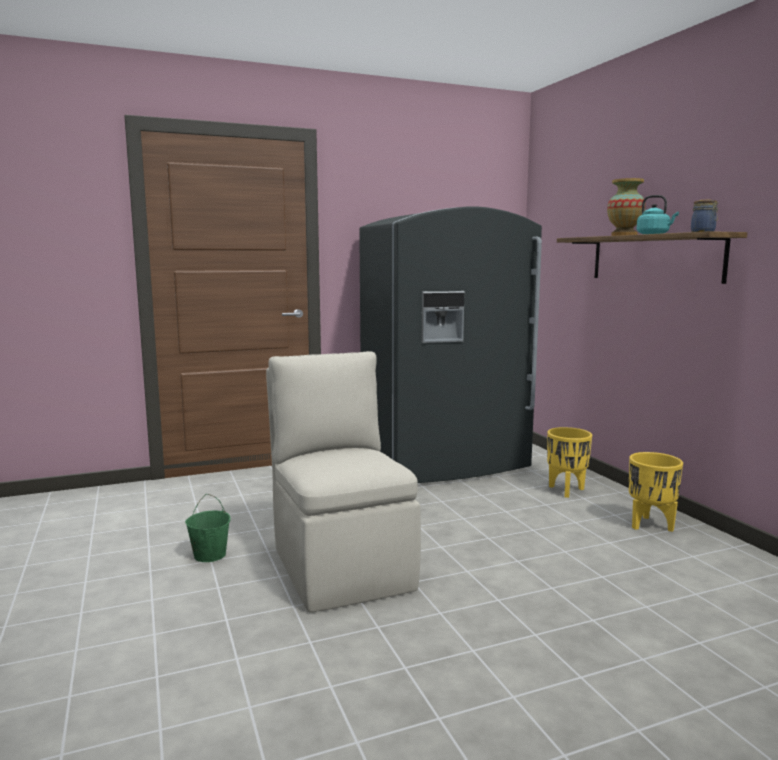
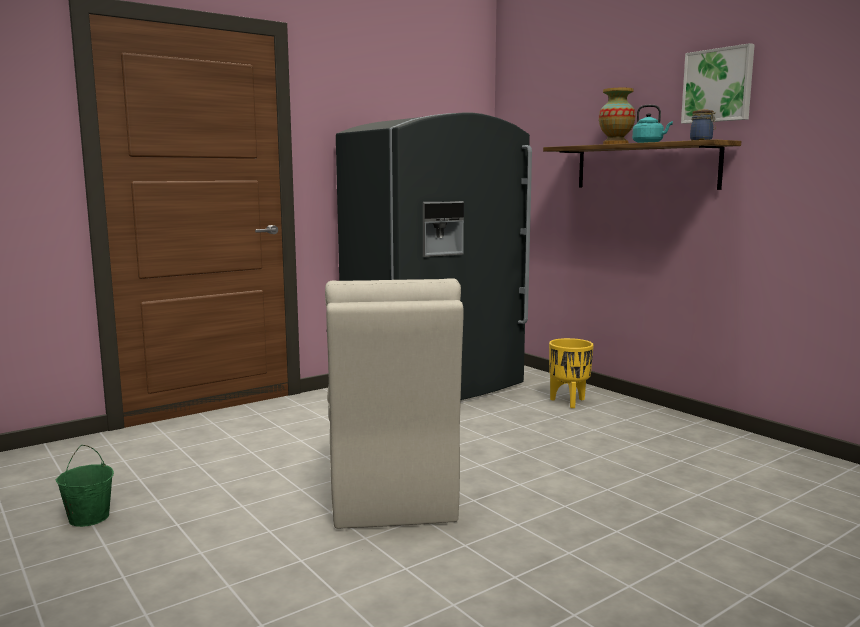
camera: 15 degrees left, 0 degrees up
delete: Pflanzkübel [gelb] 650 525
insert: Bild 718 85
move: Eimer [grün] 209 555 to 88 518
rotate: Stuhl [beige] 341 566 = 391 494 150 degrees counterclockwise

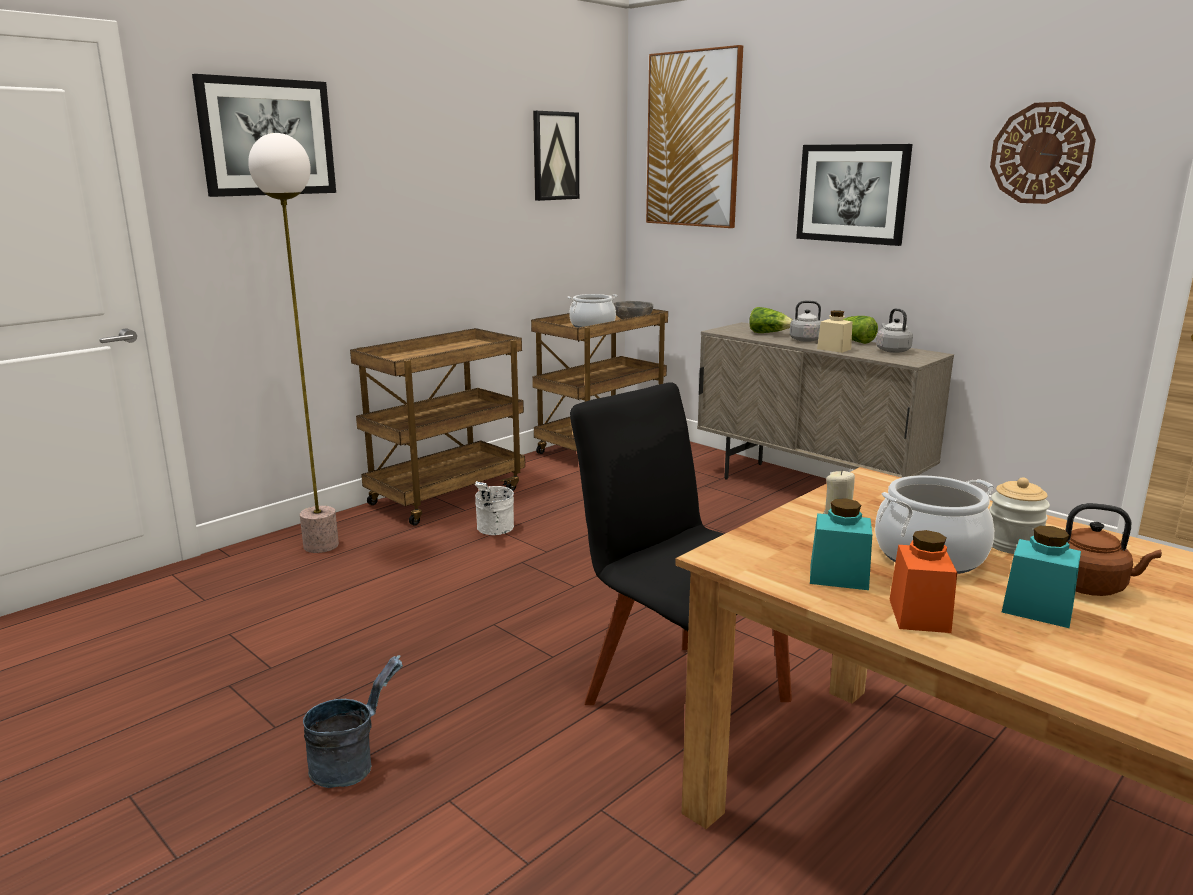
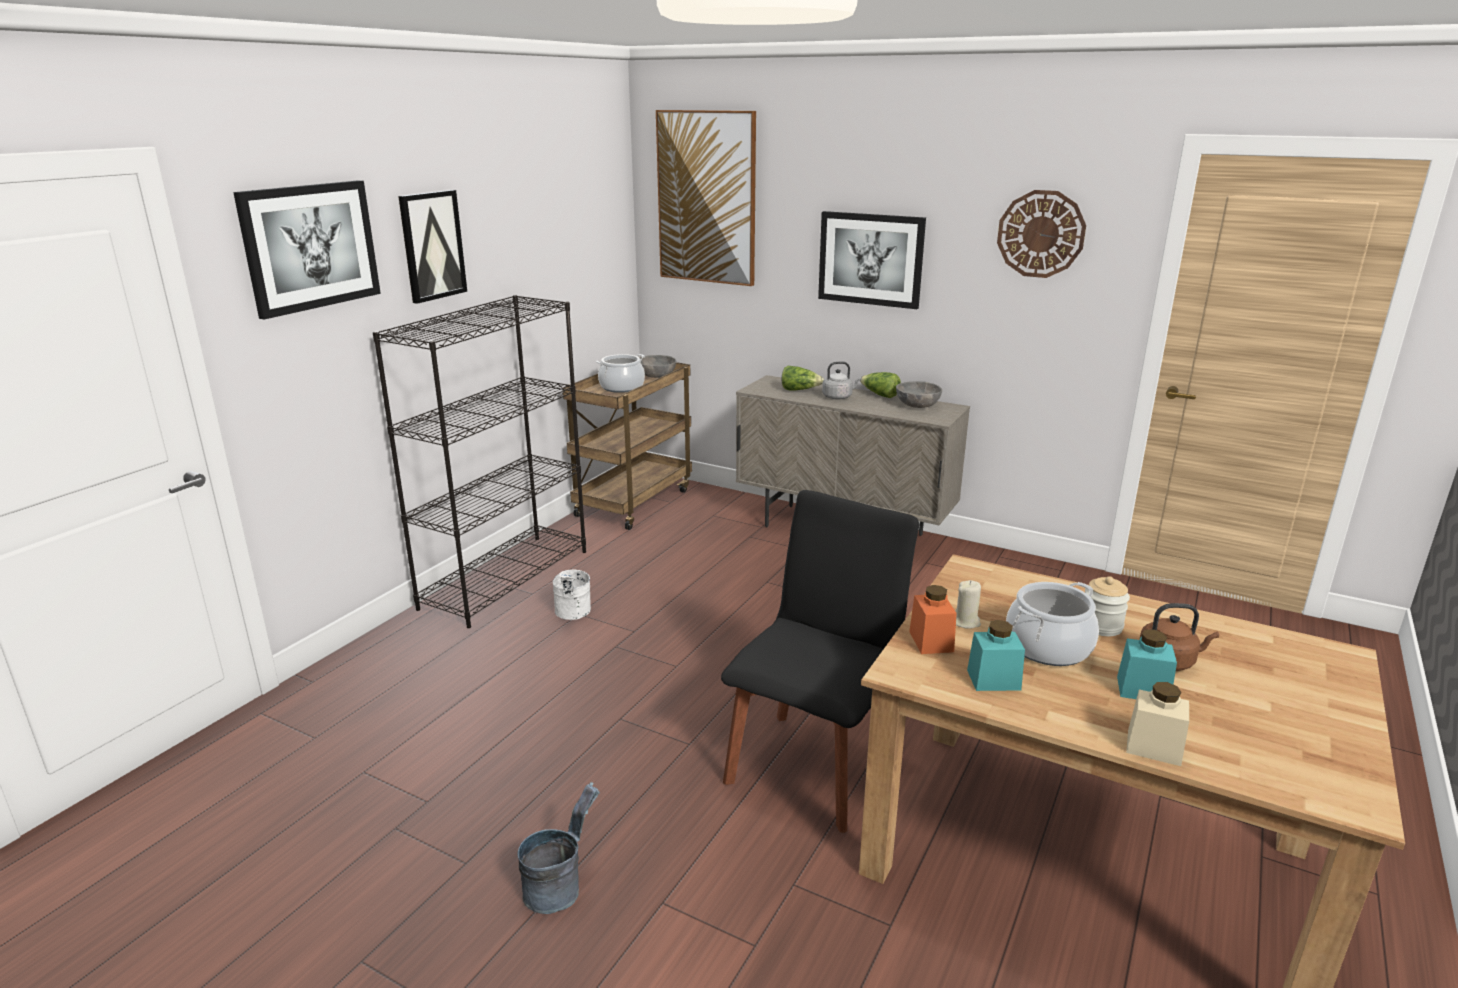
camera: 15 degrees left, 5 degrees up
delete: Stehlampe 321 545
move: Bild 555 156 to 432 245; Vorratsglas [orange] 919 615 to 931 641; Vorratsglas [beige] 834 349 to 1153 747
replace: Rollwagen [braun] 447 495 to Bücherregal [schwarz] 506 578; Wasserkessel [grau] 891 350 to Schüssel [grau] 917 405
rotate: Stuhl [schwarz] 680 696 = 815 764 90 degrees clockwise

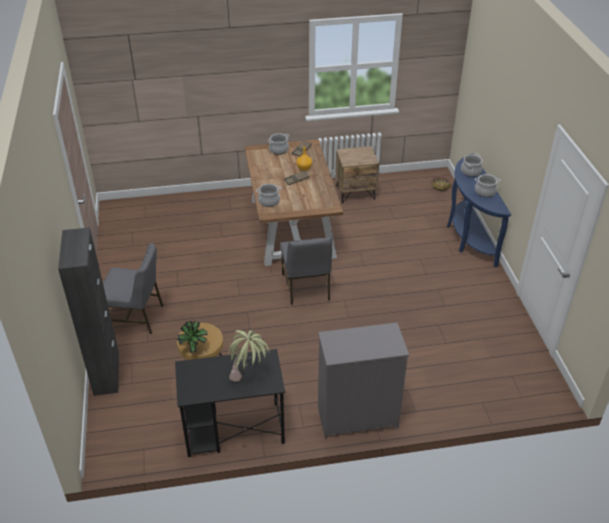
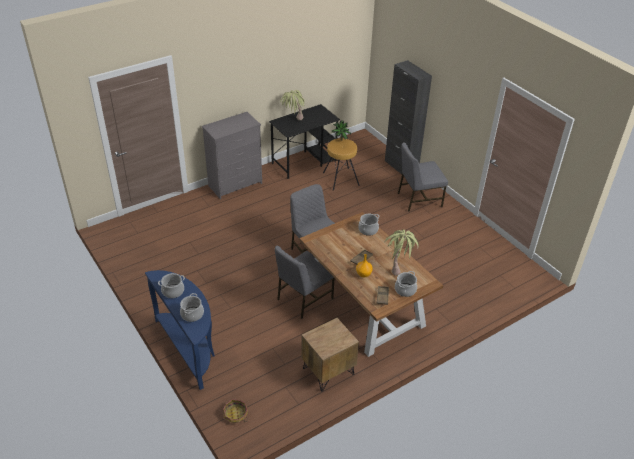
camera: 155 degrees right, 0 degrees up
insert: Stuhl [grau] 303 298; Topfpflanze 399 267

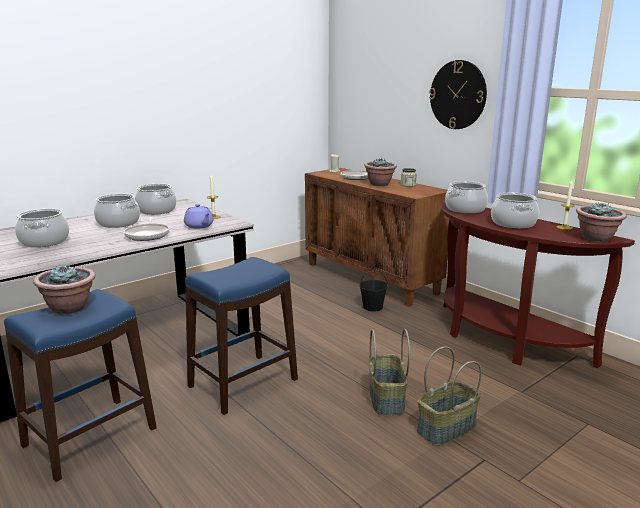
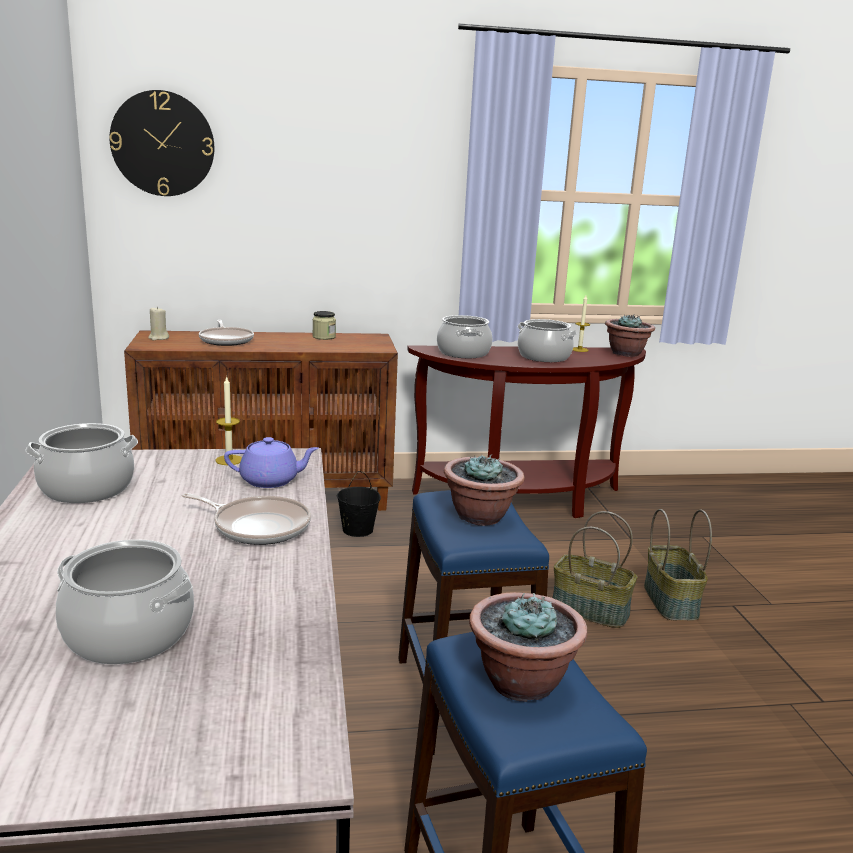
camera: 60 degrees left, 0 degrees up
delete: Kochtopf 118 223
move: Wanduhr 458 95 to 163 144; Topfpflanze 379 184 to 480 516

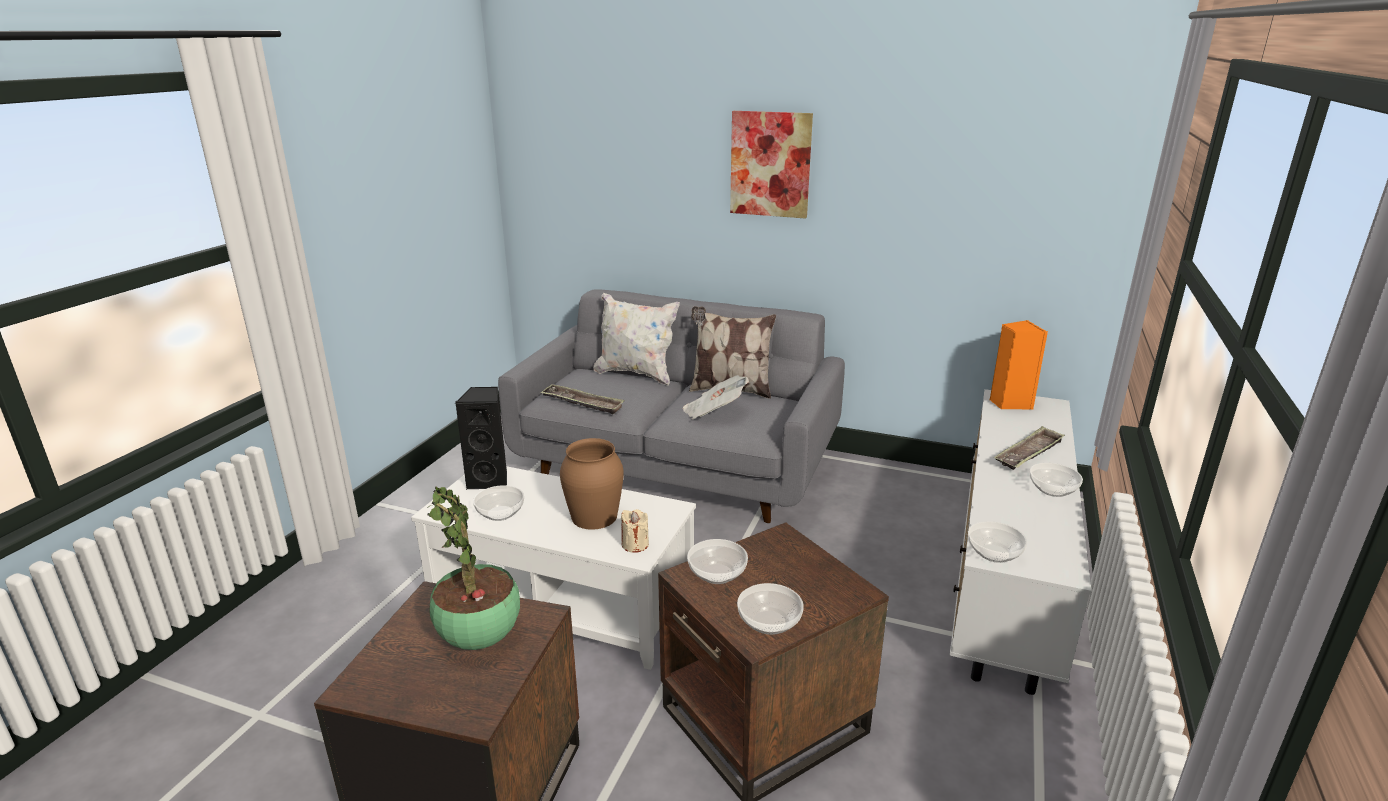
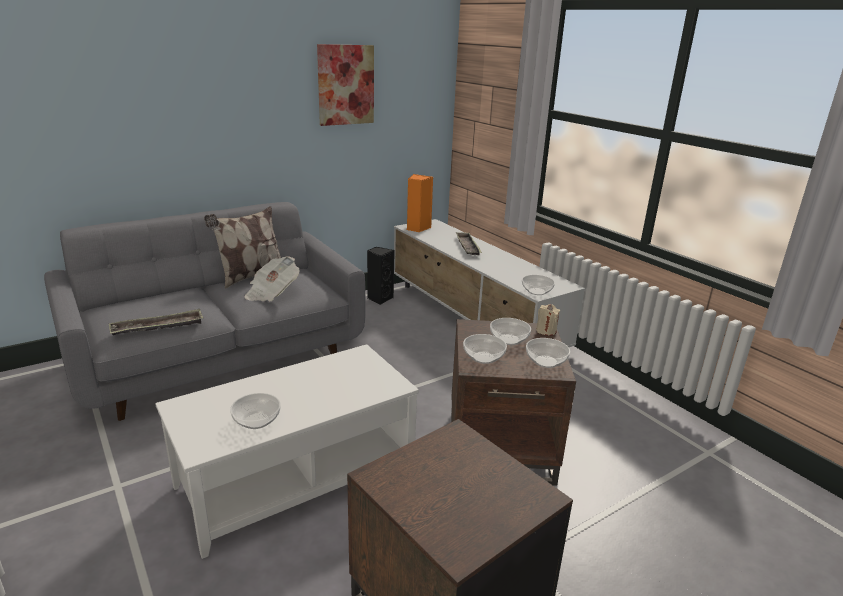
camera: 55 degrees left, 0 degrees up
delete: Topfpflanze 481 640; Vase [braun] 594 516; Kissen [weiß] 636 374
move: Bild 770 164 to 345 85; Lautsprecher [schwarz] 490 480 to 379 298; Schüssel 1052 490 to 509 340; Kerze [beige] 635 544 to 546 331

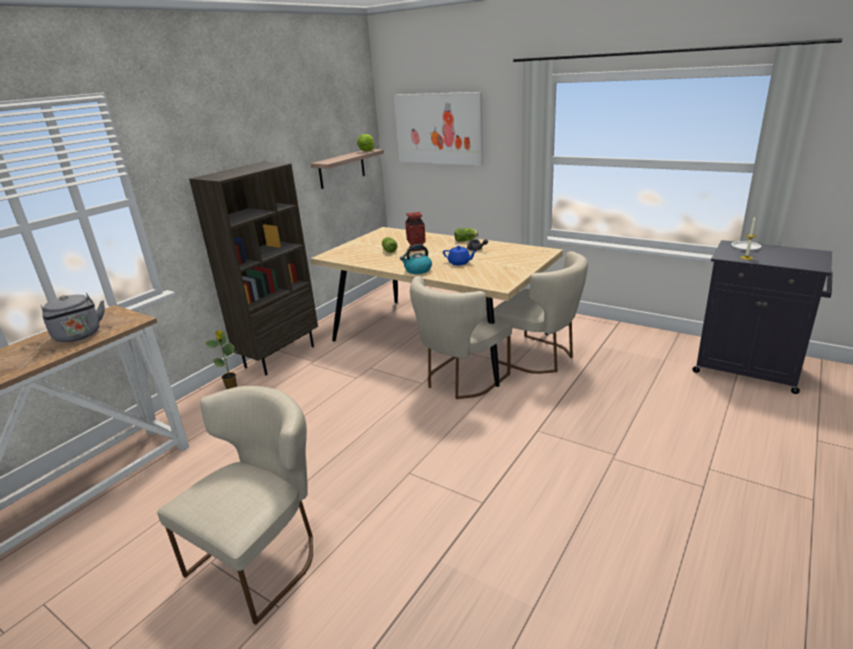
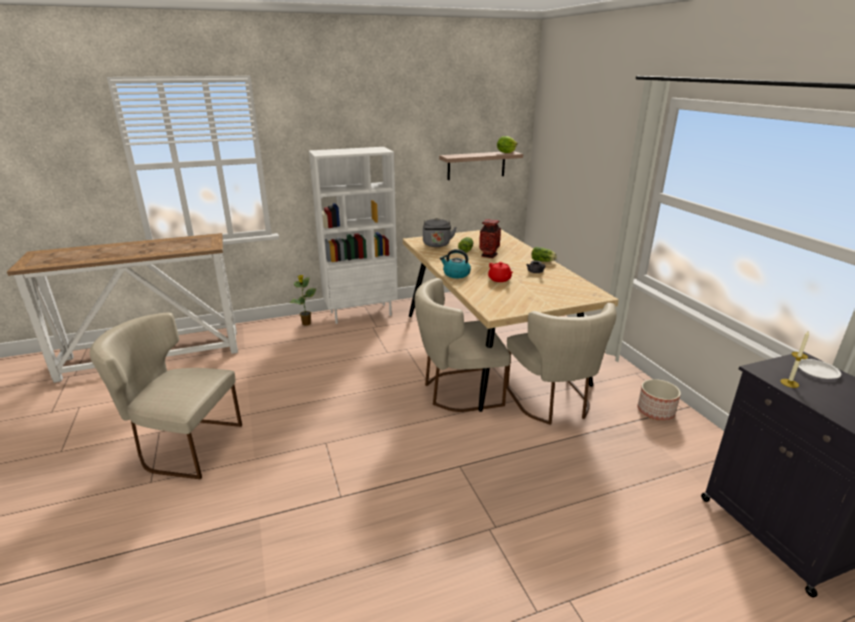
camera: 35 degrees right, 0 degrees up
delete: Bild 438 128
insert: Pflanzkübel 656 412
move: Wasserkessel [grau] 79 336 to 437 245
recolor: Bücherregal [braun] 280 356 to Bücherregal [weiß] 361 313; Teekanne [blau] 459 263 to Teekanne [rot] 499 279
rotate: Stuhl [beige] 263 557 = 182 446 150 degrees counterclockwise

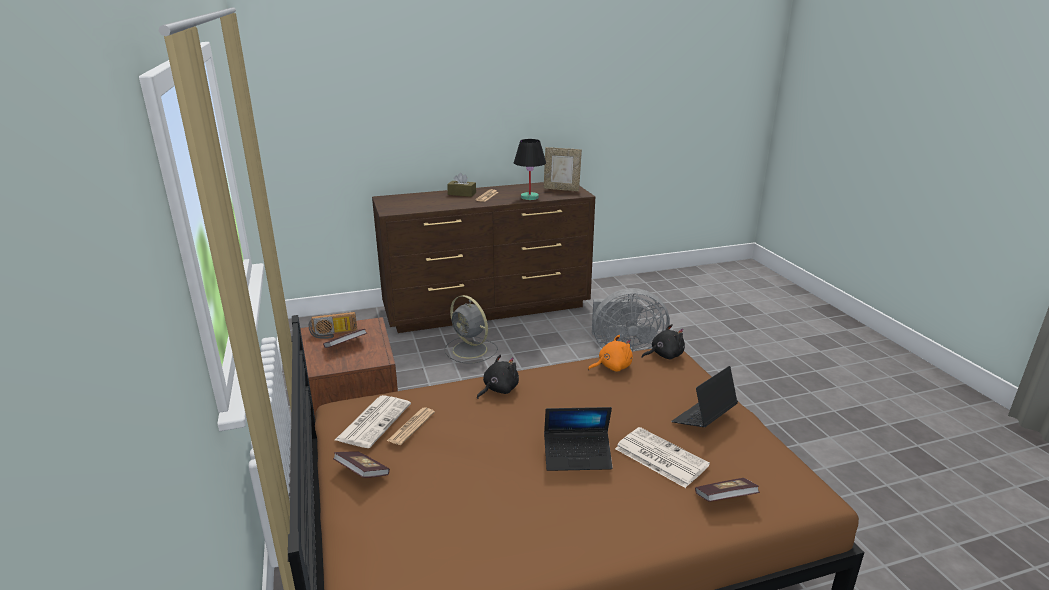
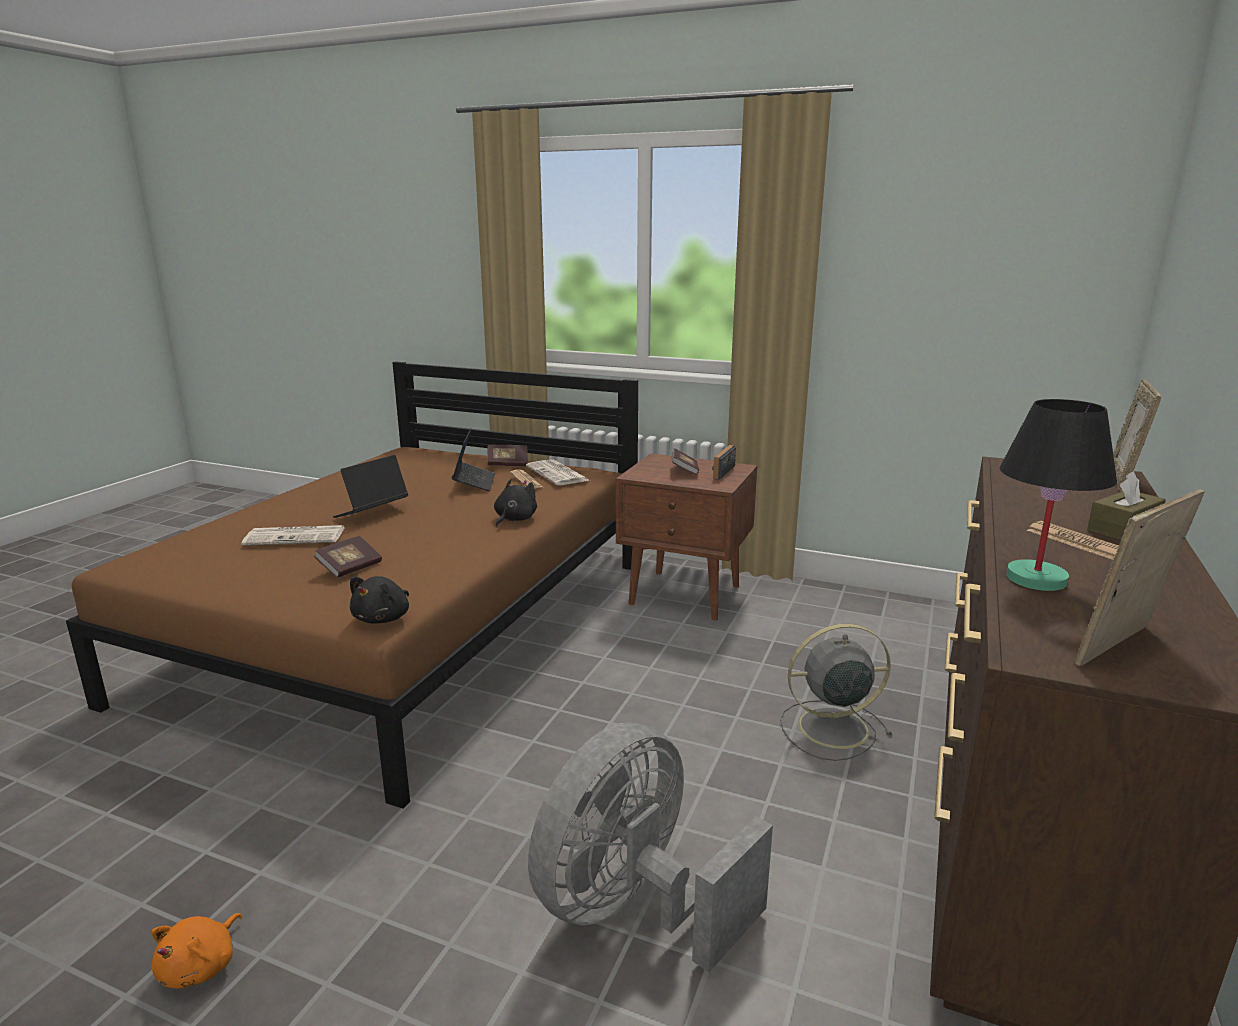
camera: 130 degrees right, 5 degrees down
insert: Bilderrahmen 1122 481
move: Plüschtier [orange] 612 367 to 201 966; Buch 725 499 to 350 568; Laptop 703 418 to 474 482
rotate: Plüschtier [schwarz] 498 389 = 514 519 150 degrees counterclockwise

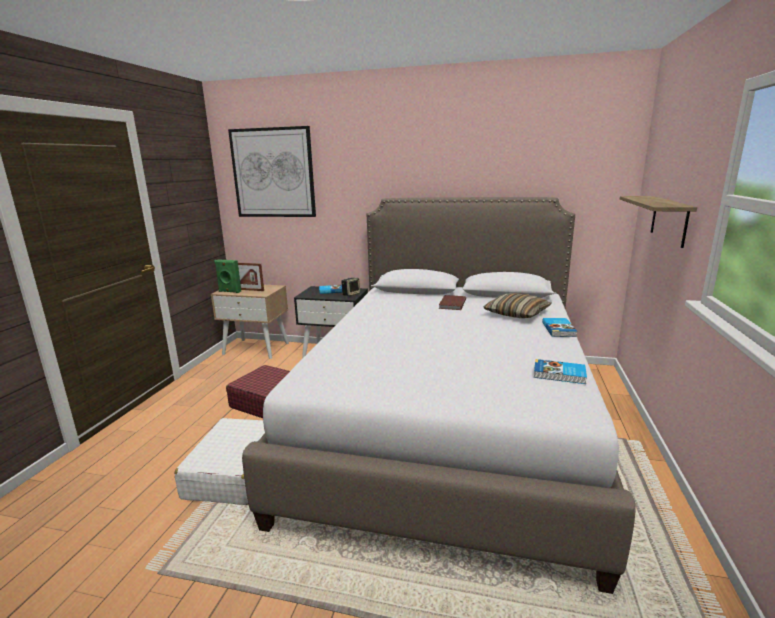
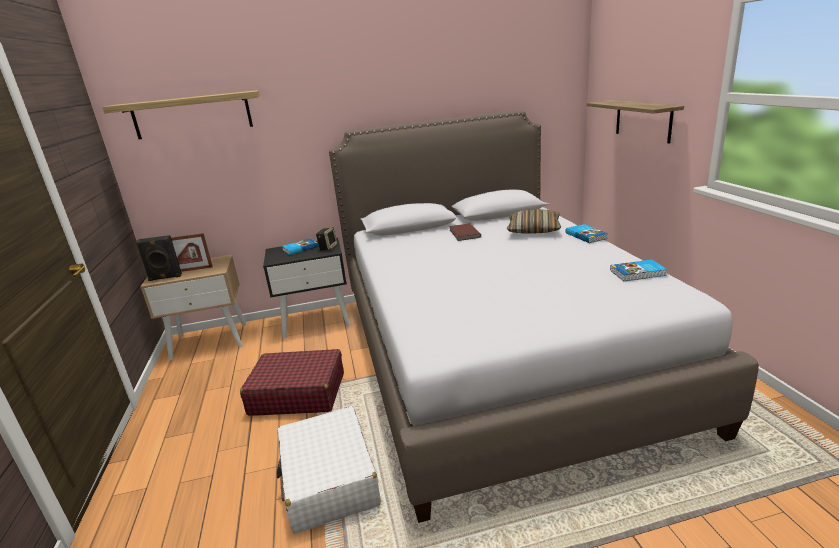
camera: 25 degrees left, 5 degrees up
replace: Bild 273 173 to Wandregal 192 115
recolor: Lautsprecher [grün] 229 291 to Lautsprecher [schwarz] 165 278

